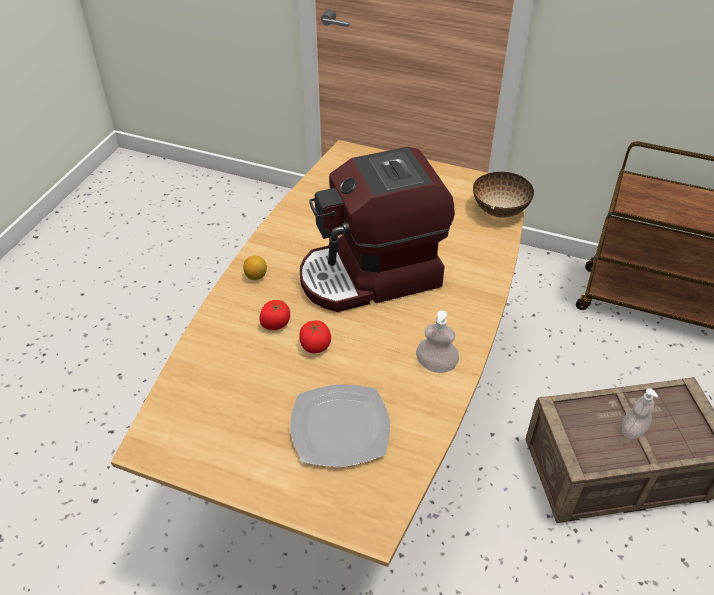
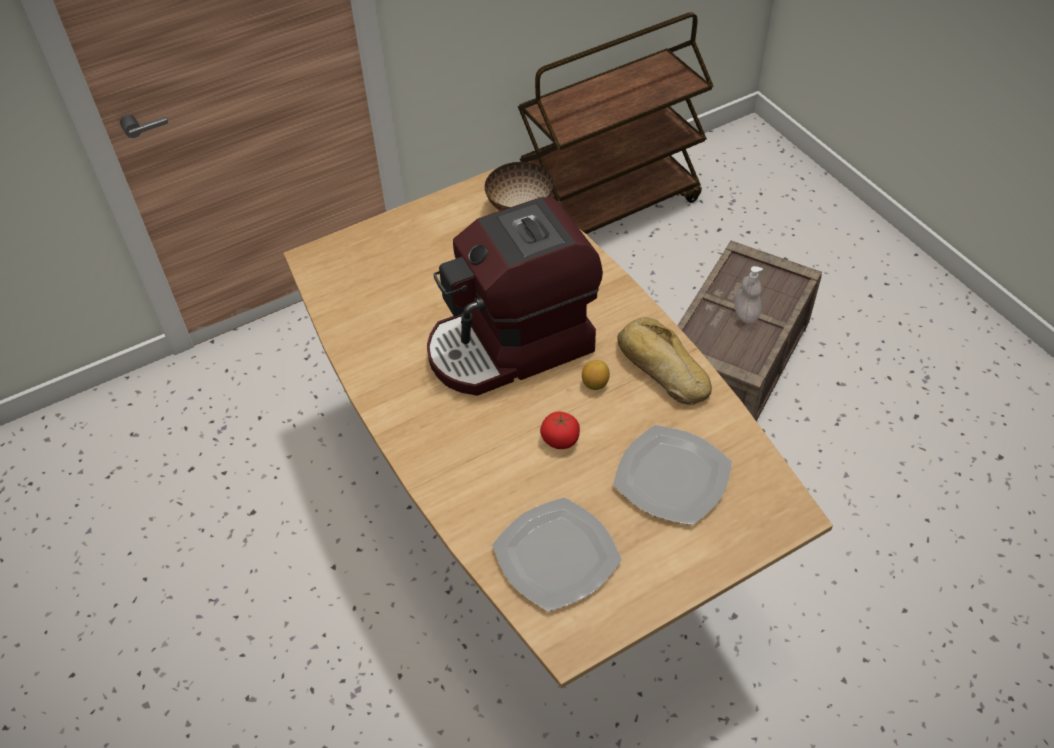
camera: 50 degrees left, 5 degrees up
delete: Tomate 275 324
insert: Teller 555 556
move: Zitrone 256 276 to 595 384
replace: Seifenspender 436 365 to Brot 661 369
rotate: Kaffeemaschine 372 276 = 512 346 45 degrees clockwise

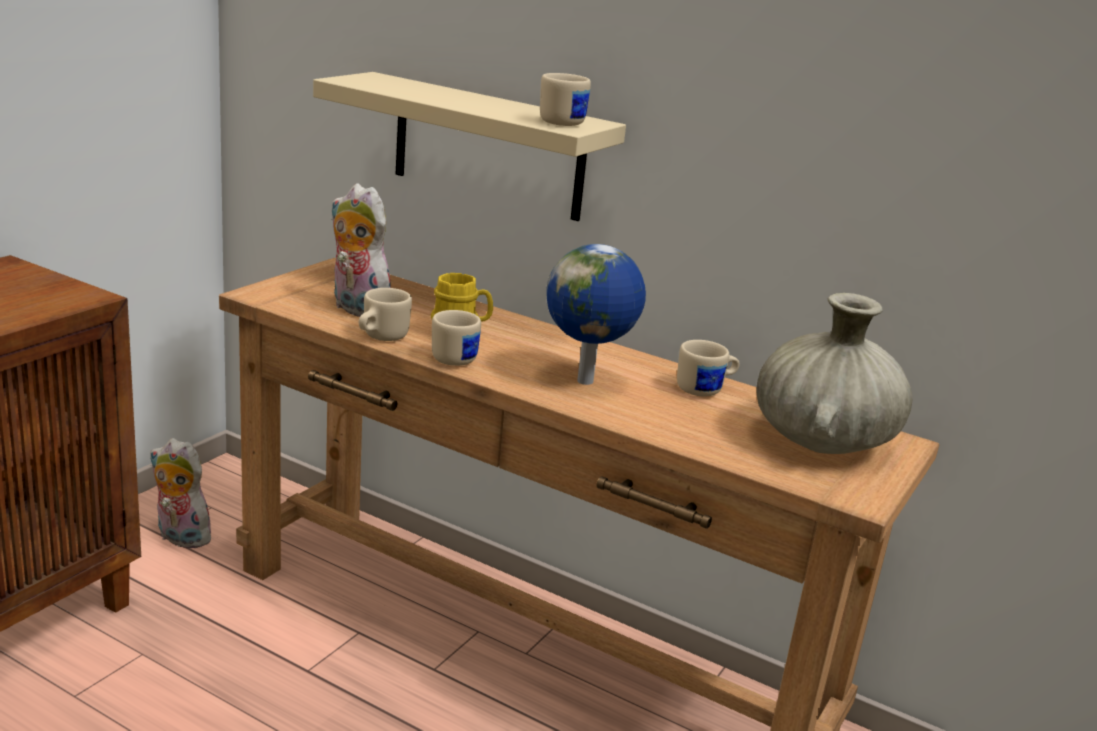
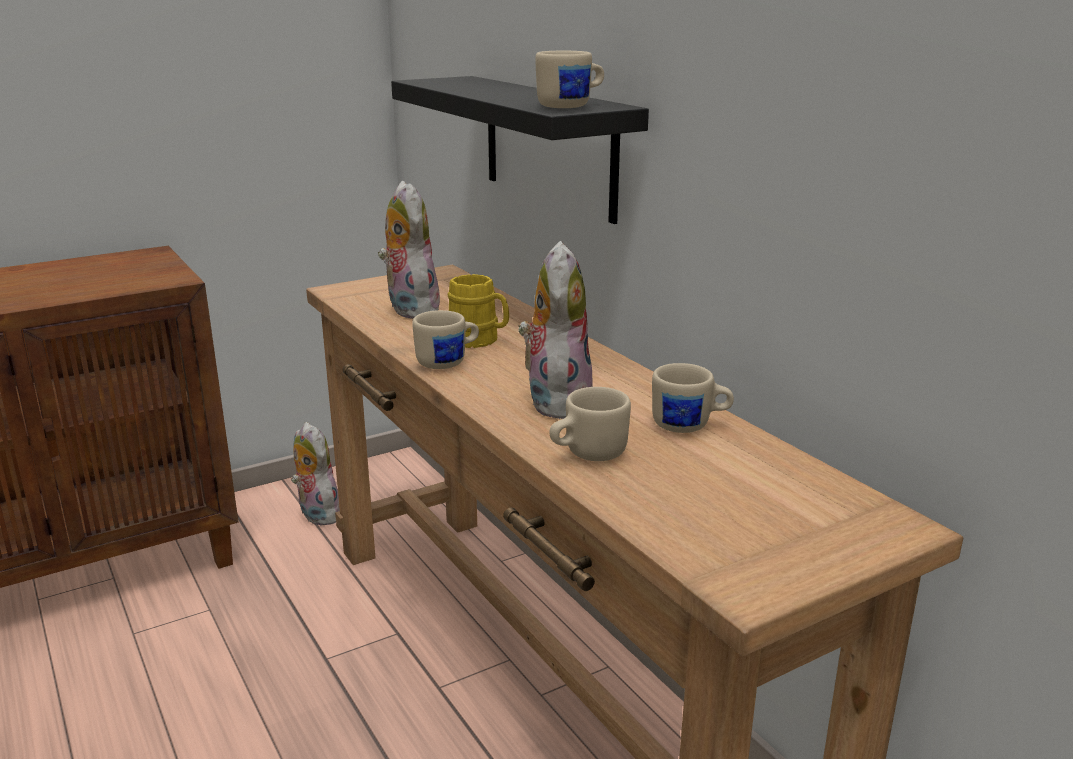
camera: 30 degrees right, 0 degrees up
delete: Vase [beige] 823 441
move: Henkelbecher [beige] 380 337 to 587 454
replace: Globus 587 382 to Plüschtier 555 400
recolor: Wandregal [beige] 488 147 to Wandregal [schwarz] 548 145

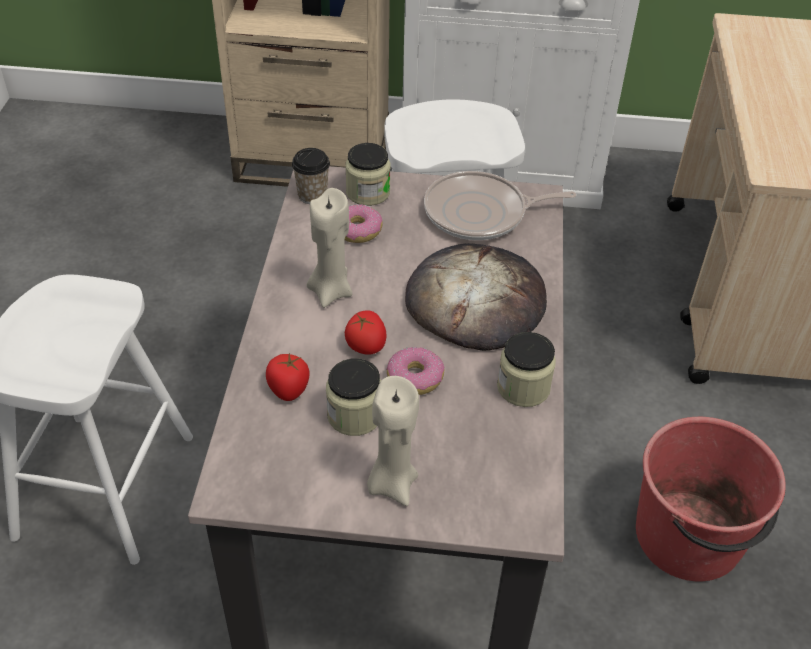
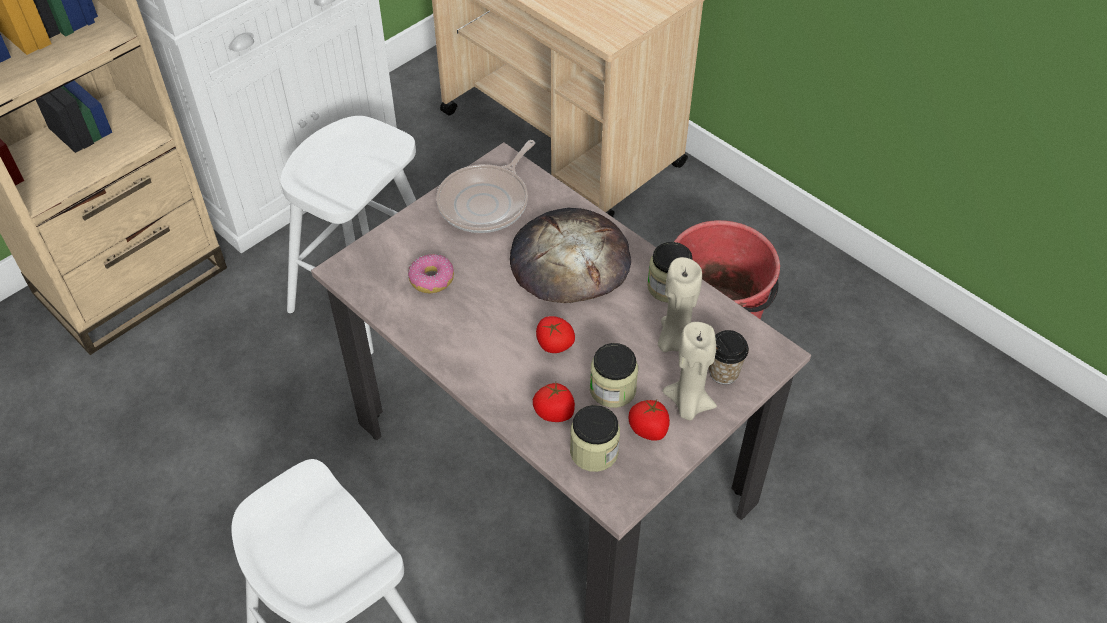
camera: 50 degrees left, 5 degrees up
delete: Donut 414 378
insert: Tomate 649 429
move: Vorratsglas 368 192 to 594 451; Kerze [beige] 330 291 to 674 341; Tasse 312 195 to 723 372

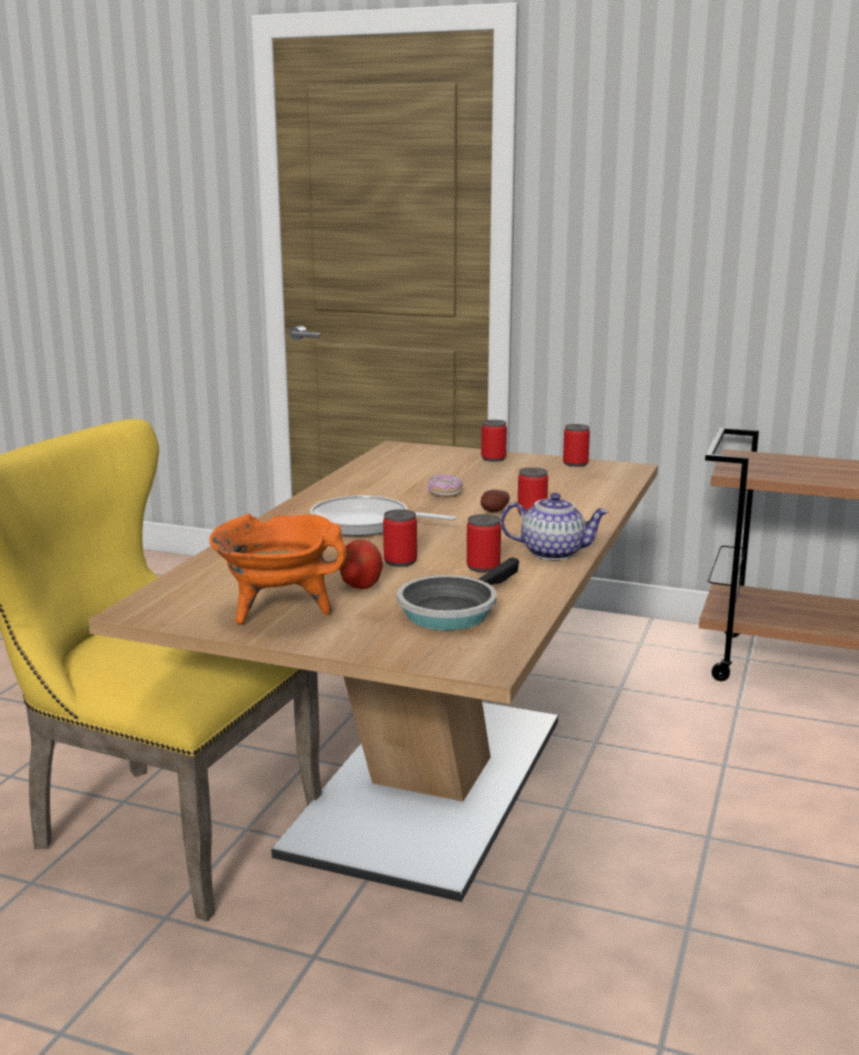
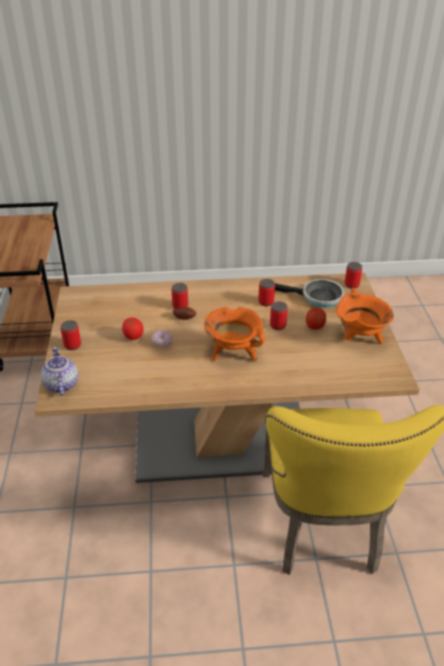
camera: 115 degrees left, 20 degrees up
insert: Tomate 133 337
move: Teekanne 553 552 to 60 384; Dose 575 463 to 351 285
replace: Pfanne 366 523 to Kochtopf [orange] 233 353

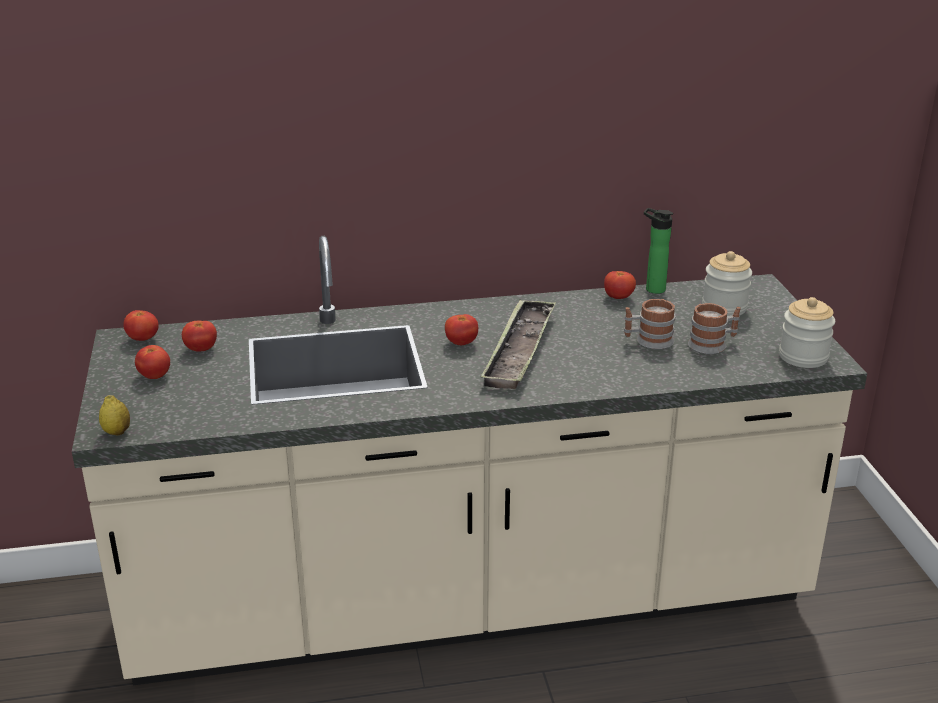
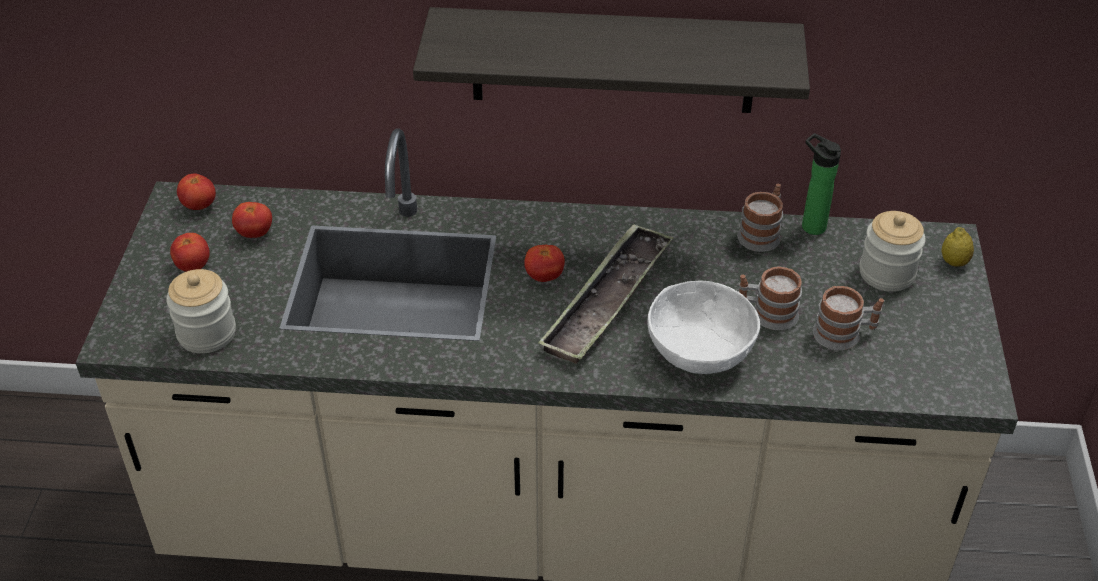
camera: 15 degrees right, 15 degrees up
insert: Wandregal 613 60; Schüssel [weiß] 699 350
move: Vorratsglas 803 357 to 207 333; Zitrone 117 432 to 954 262
replace: Tomate 618 298 to Henkelbecher 762 233

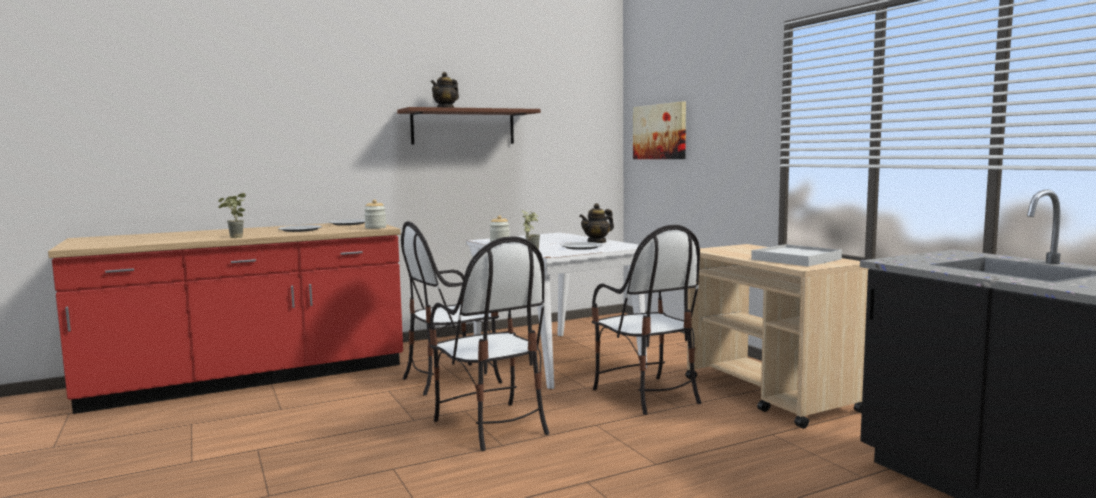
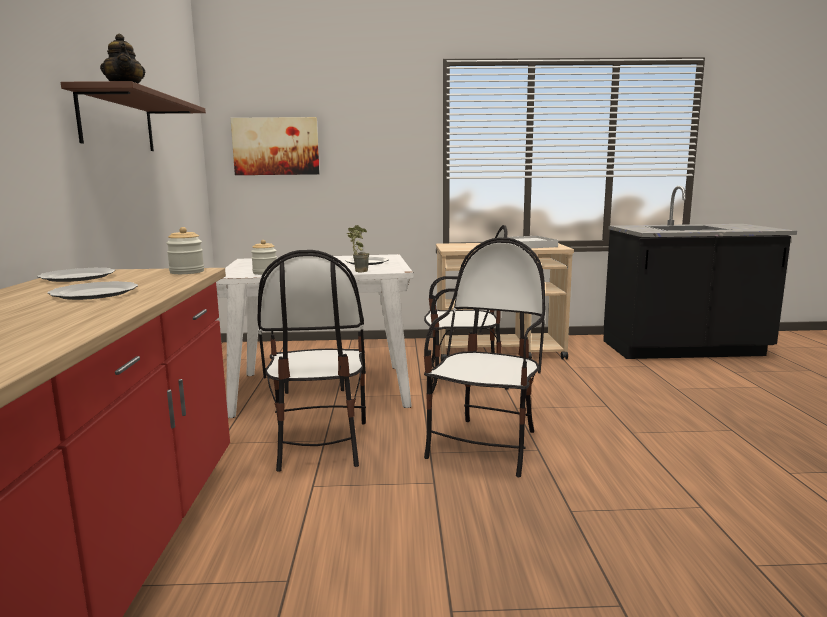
camera: 65 degrees left, 5 degrees up
delete: Topfpflanze 234 238; Teekanne 597 242
rotate: Stuhl 491 426 = 486 446 60 degrees counterclockwise

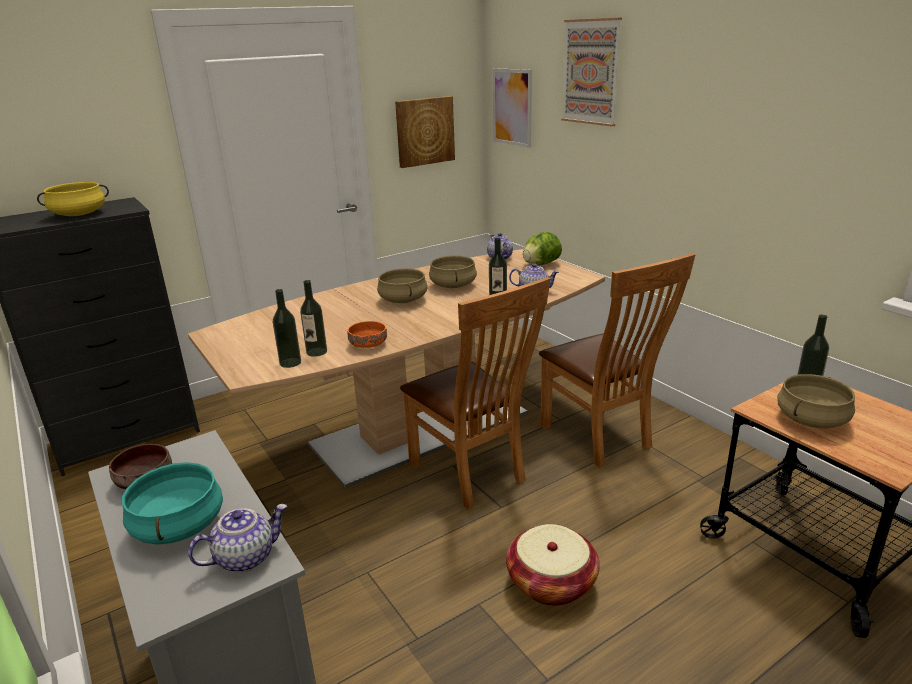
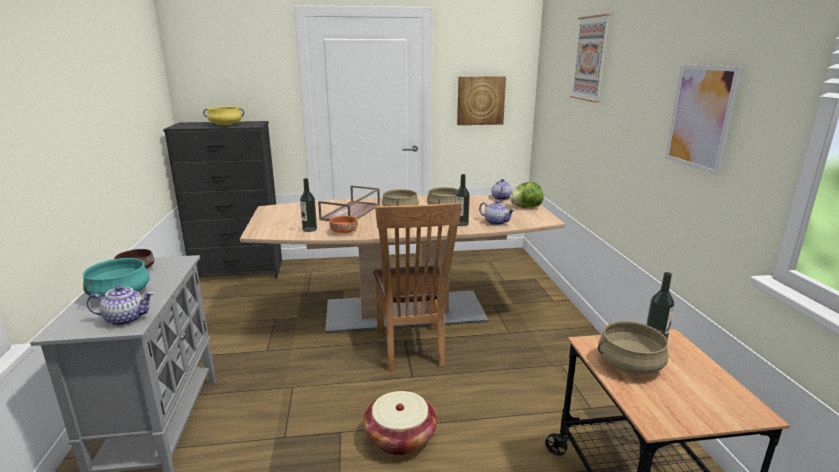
camera: 25 degrees right, 5 degrees down
delete: Flasche 290 363; Stuhl [braun] 600 438
insert: Tablett [braun] 351 212
move: Bild 512 107 to 700 117

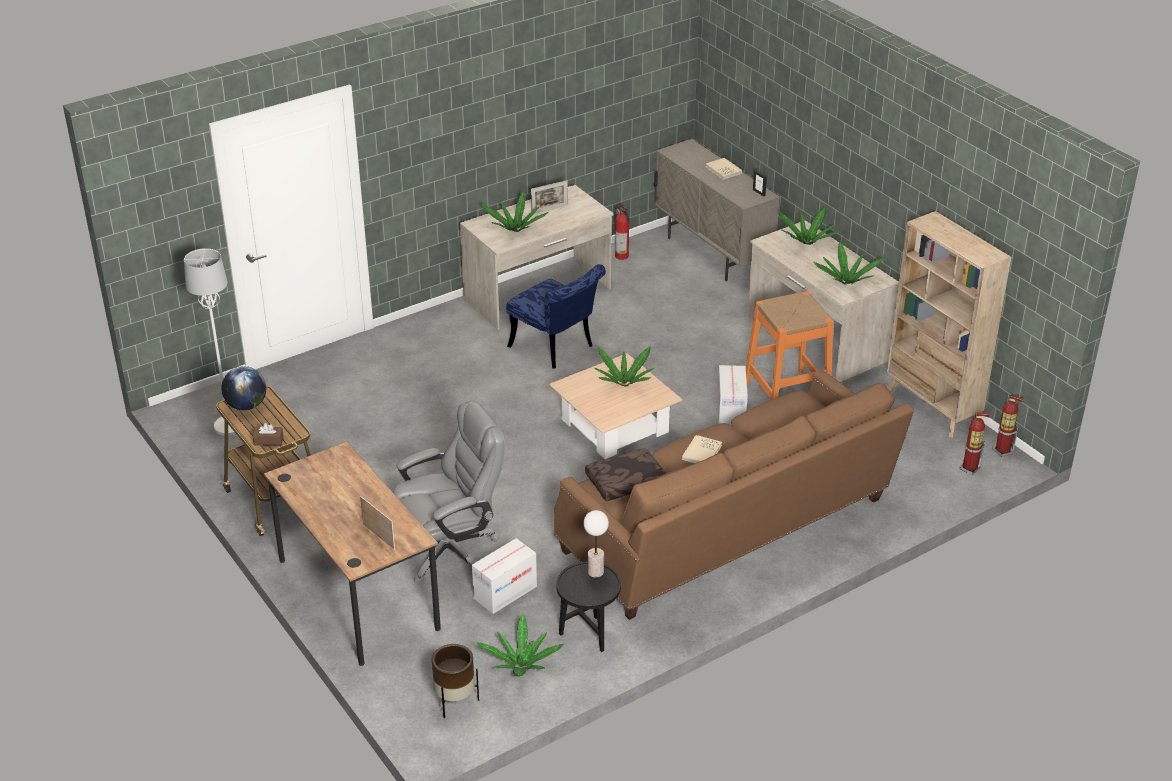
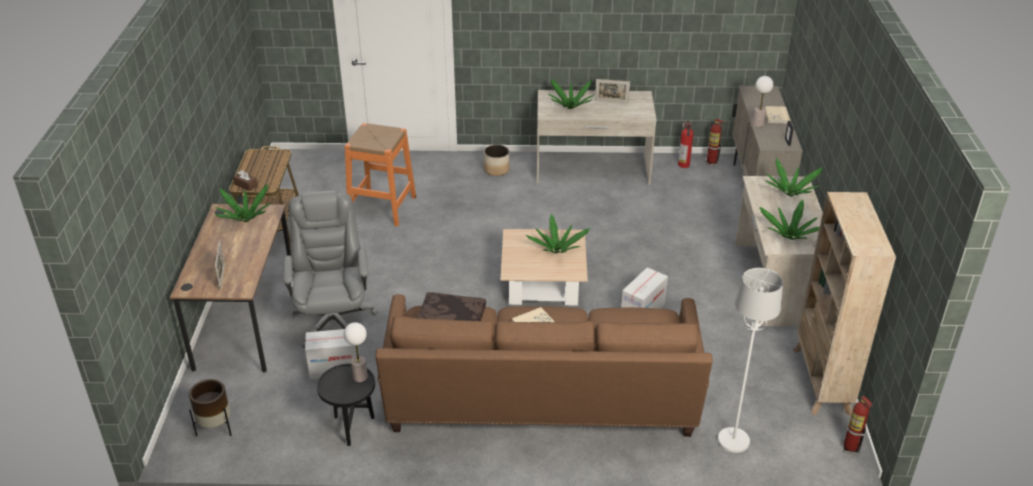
camera: 35 degrees right, 0 degrees up
delete: Globus 246 406; Stuhl [blau] 556 349
insert: Pflanzkübel 496 170; Tischlampe 758 124
move: Topfpflanze 521 665 to 245 219; Hocker [orange] 786 394 to 382 207; Feuerlöscher 970 468 to 711 163; Stehlampe [weiß] 229 426 to 733 441
rotate: Bürostuhl [grau] 451 551 = 334 321 105 degrees counterclockwise

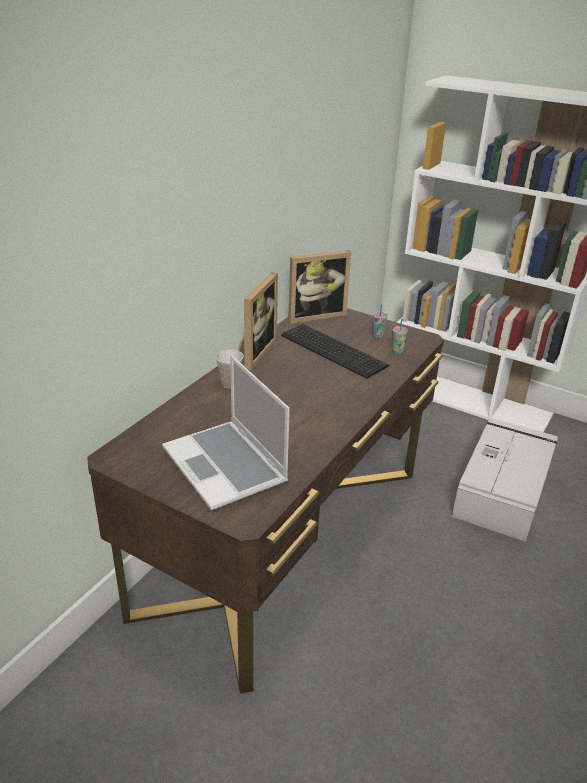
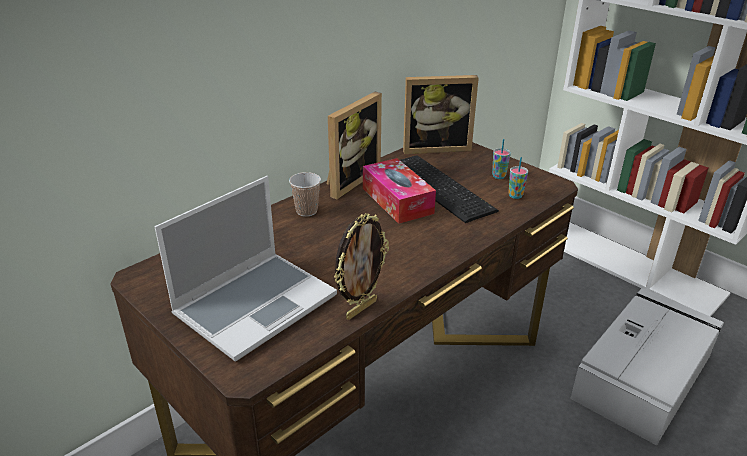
camera: 15 degrees right, 0 degrees up
insert: Bilderrahmen 360 309; Taschentuchbox 397 200
rotate: Laptop 226 466 = 256 304 120 degrees counterclockwise

